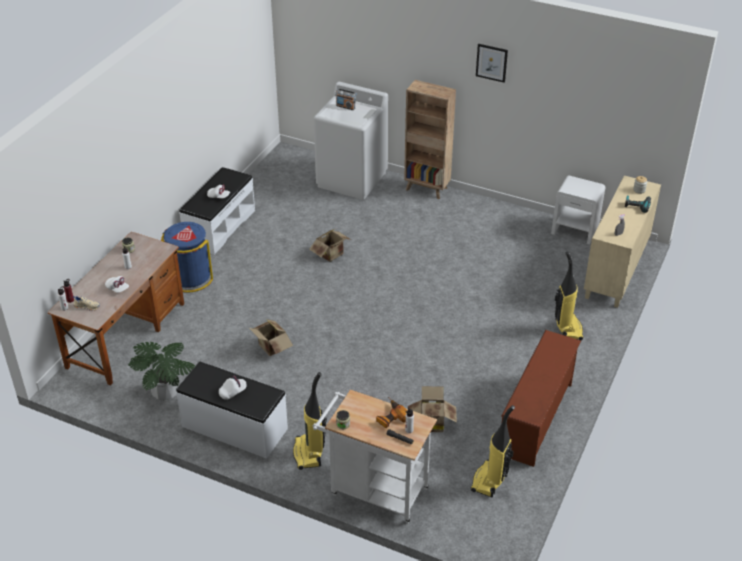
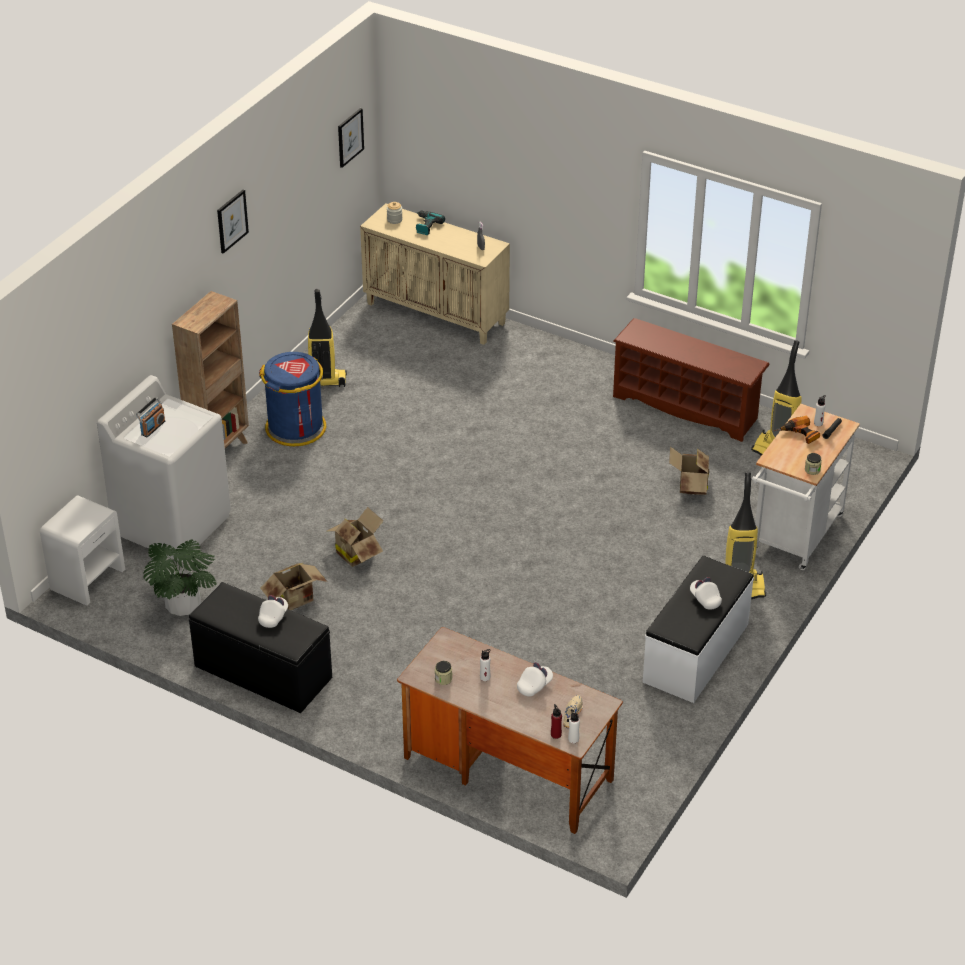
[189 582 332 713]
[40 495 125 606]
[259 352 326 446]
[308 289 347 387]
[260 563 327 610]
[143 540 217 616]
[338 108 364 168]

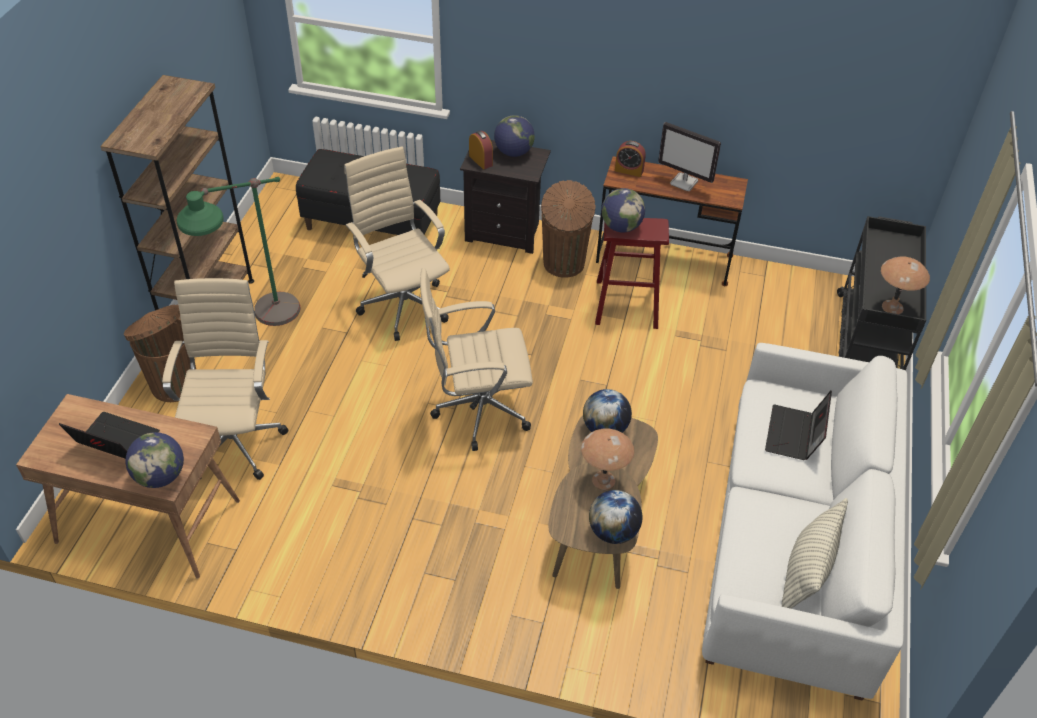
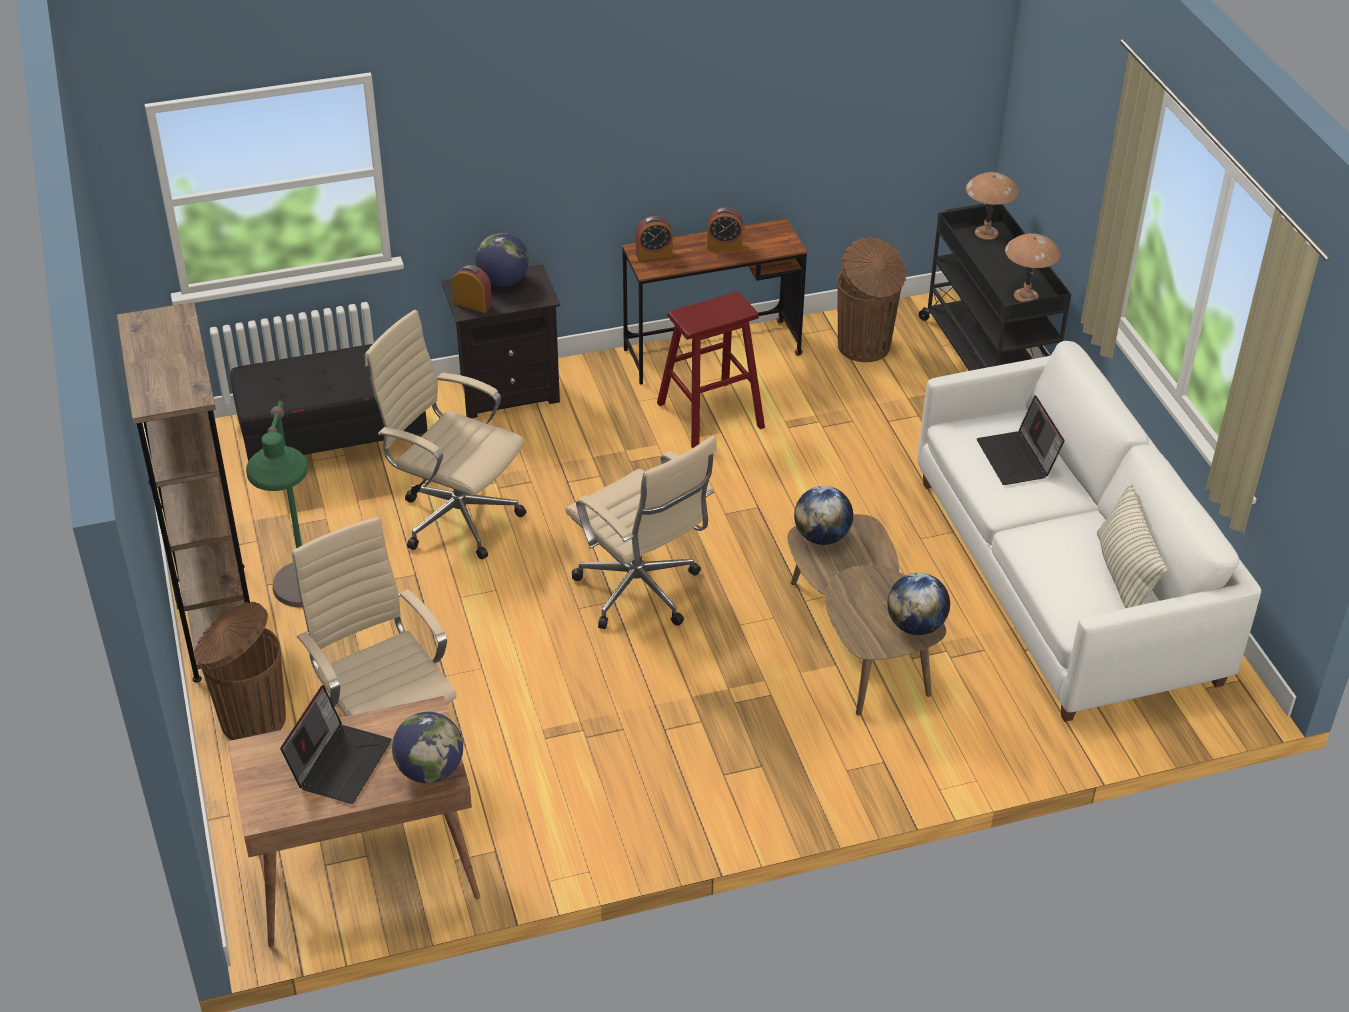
[707 207 743 251]
[837 237 906 362]
[601 188 645 232] (first image)
[565 436 717 629]
[280 685 392 804]
[966 172 1019 240]

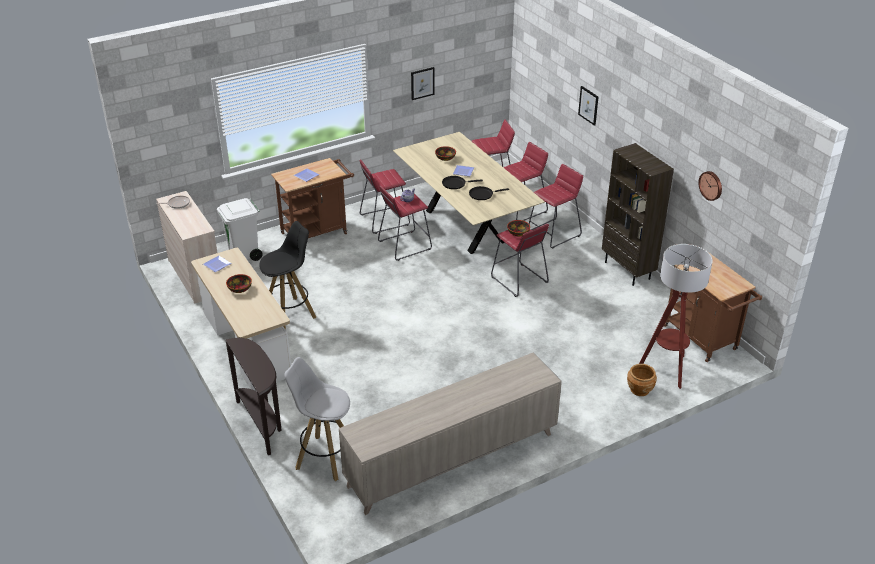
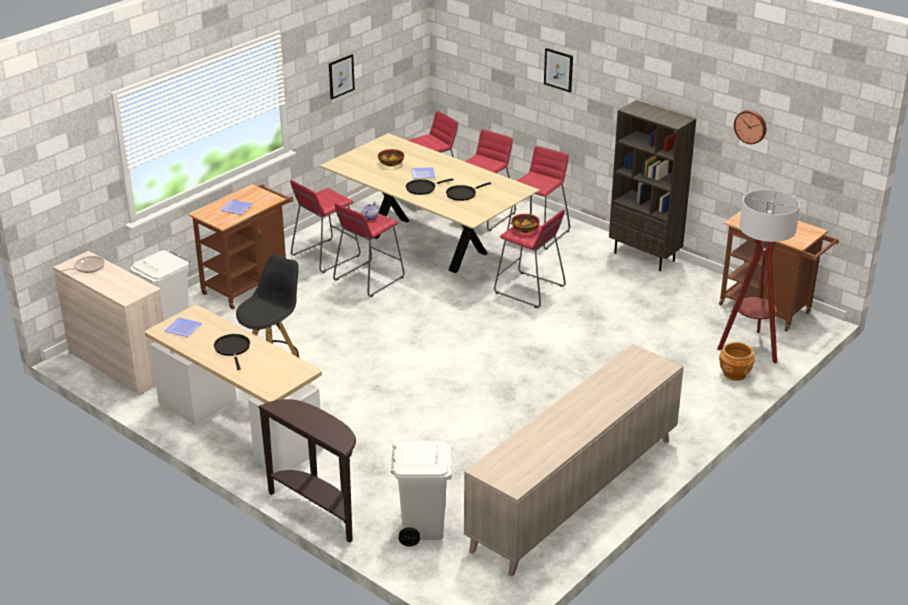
[214 334 250 370]
[391 441 452 546]

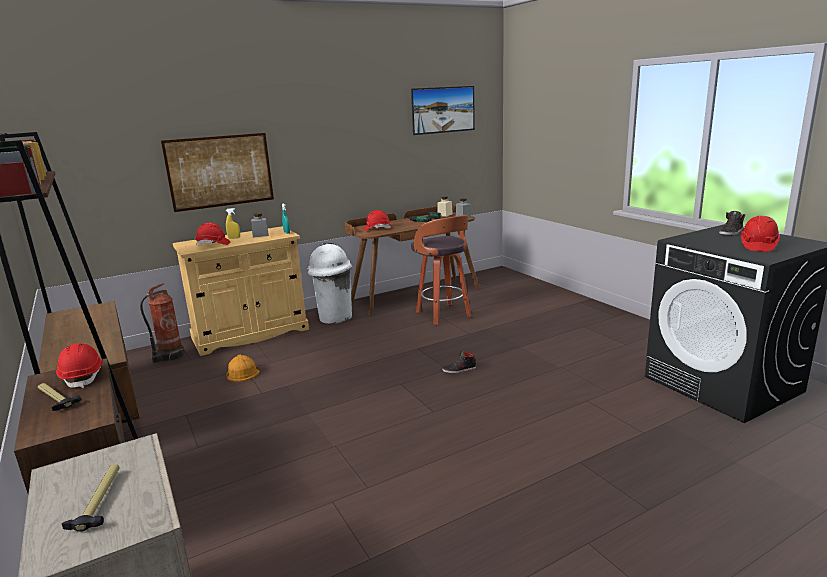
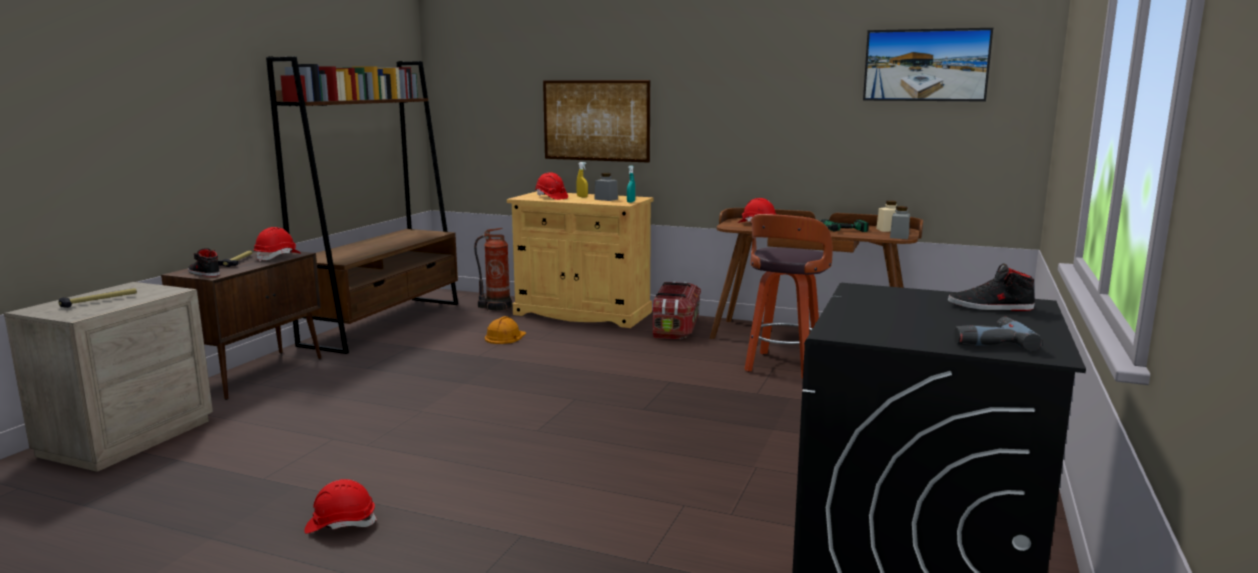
[304 479 377 534]
[653 281 701 339]
[188 248 220 277]
[953 317 1042 351]

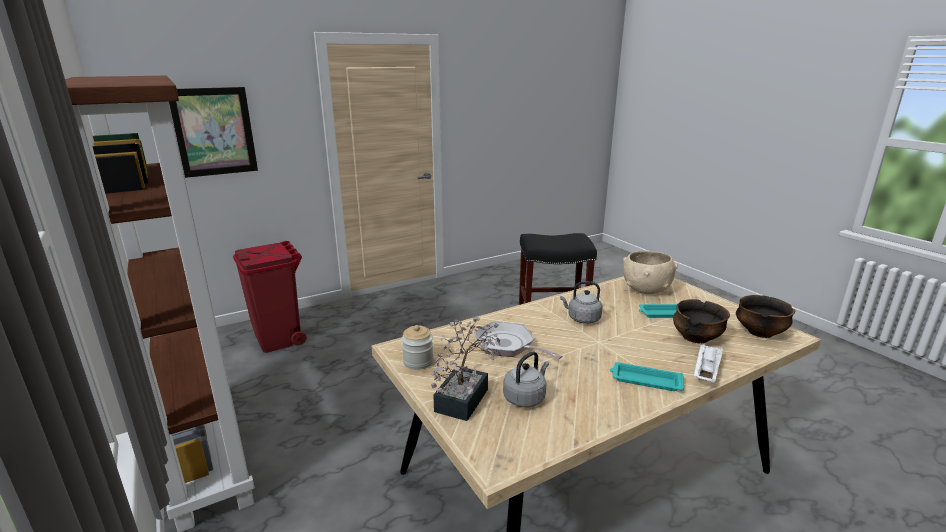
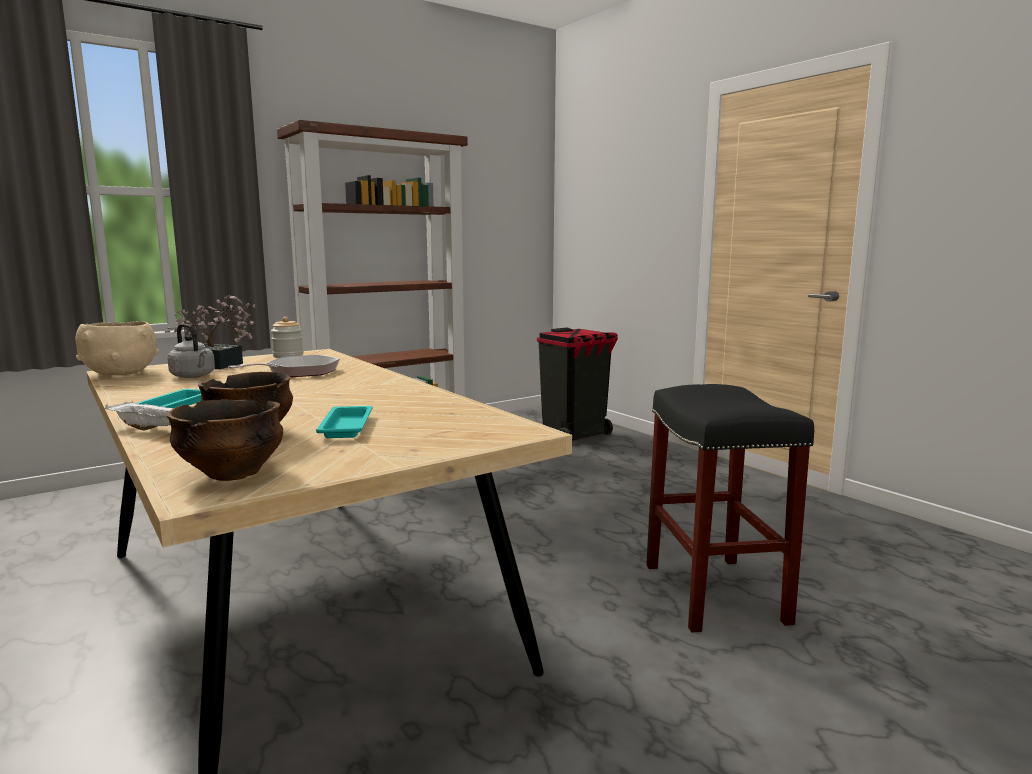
[169 87 258 178] (first image)
[537 328 618 440]
[75 321 159 375]
[560 281 603 324] (first image)

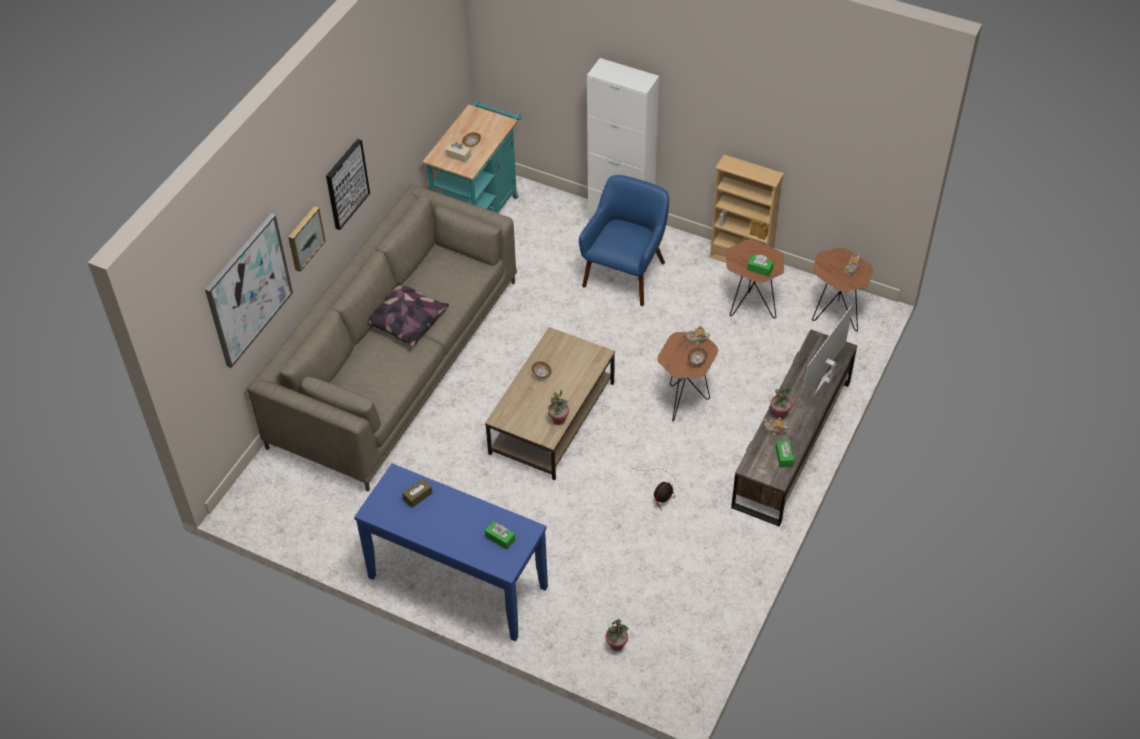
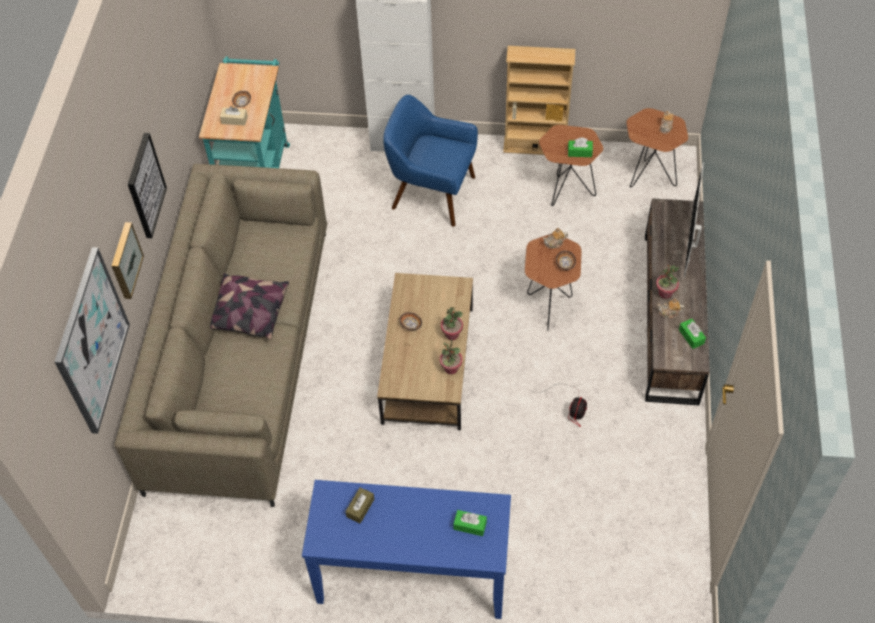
[383 95 478 227]
[441 307 463 340]

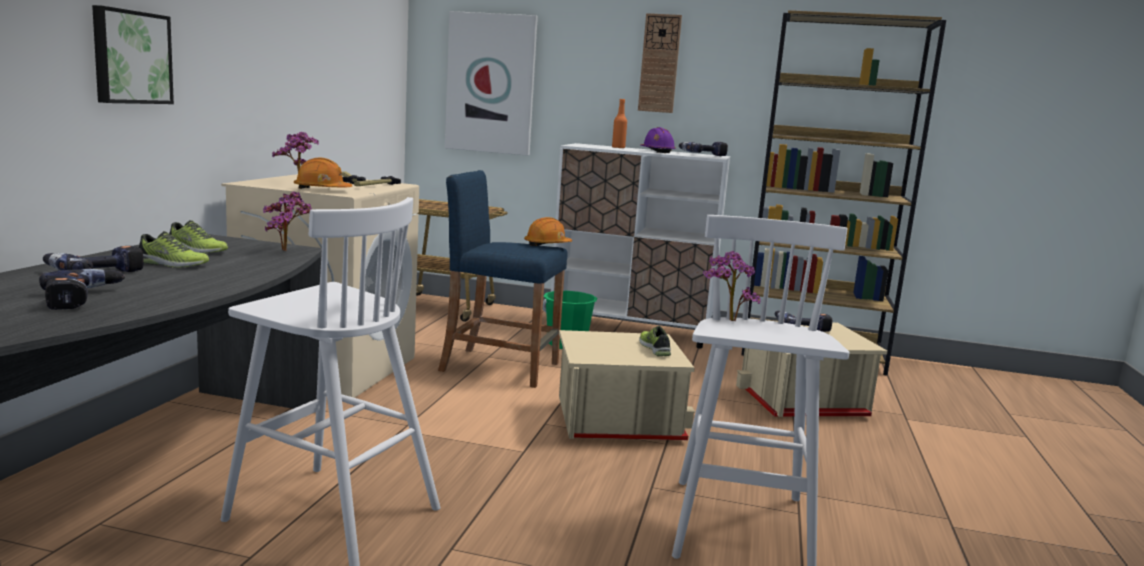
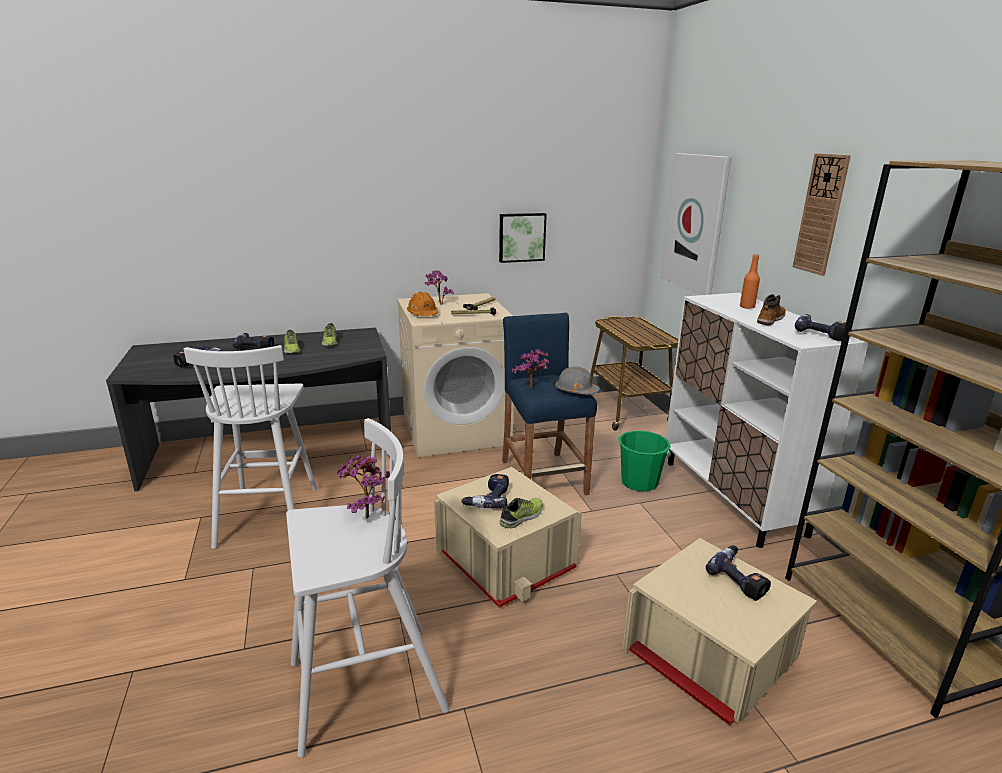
[499 213 547 263]
[757 294 786 325]
[512 349 549 388]
[555 366 600 394]
[461 474 509 509]

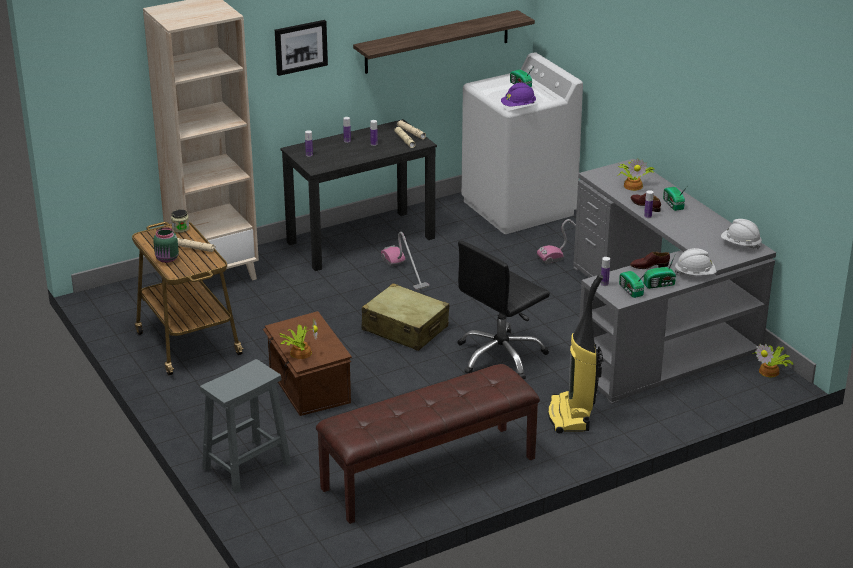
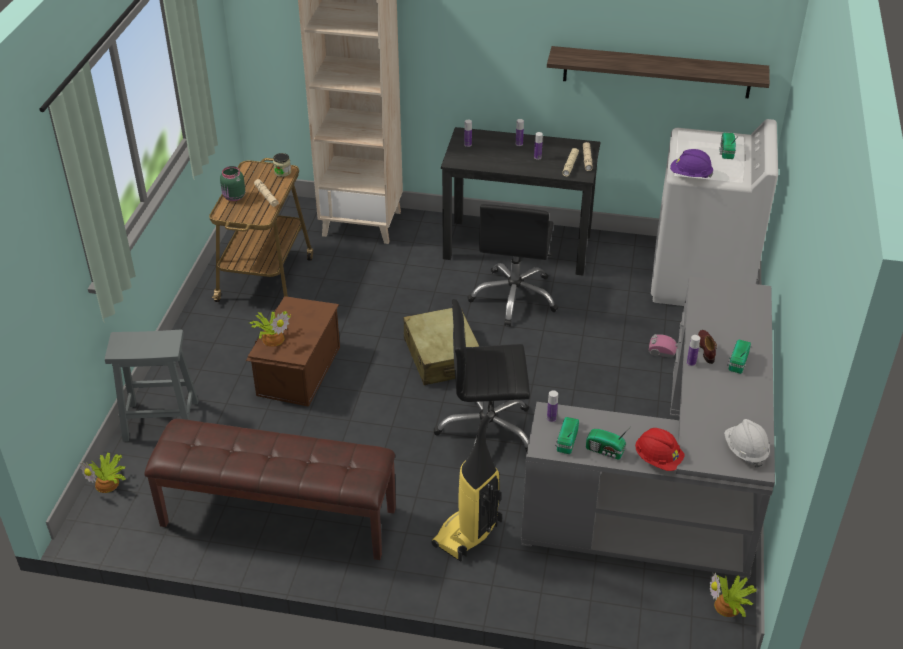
[275 20 328 76] (first image)
[80 452 126 493]
[467 204 558 326]
[635 428 685 471]
[630 252 670 269] (first image)

